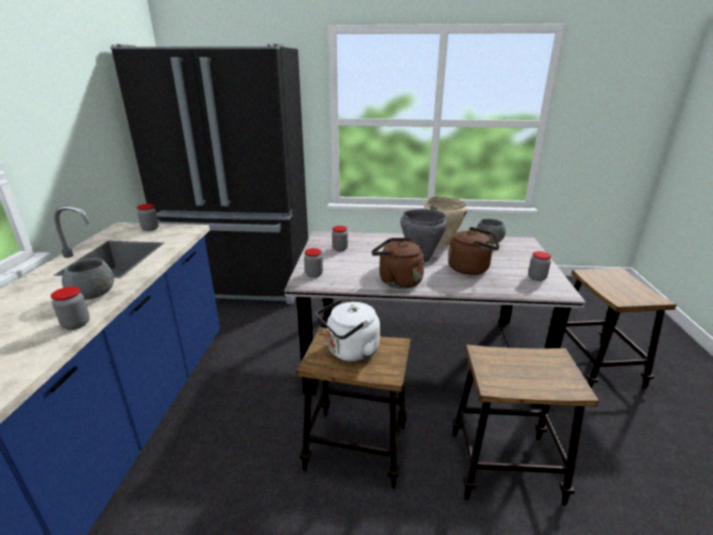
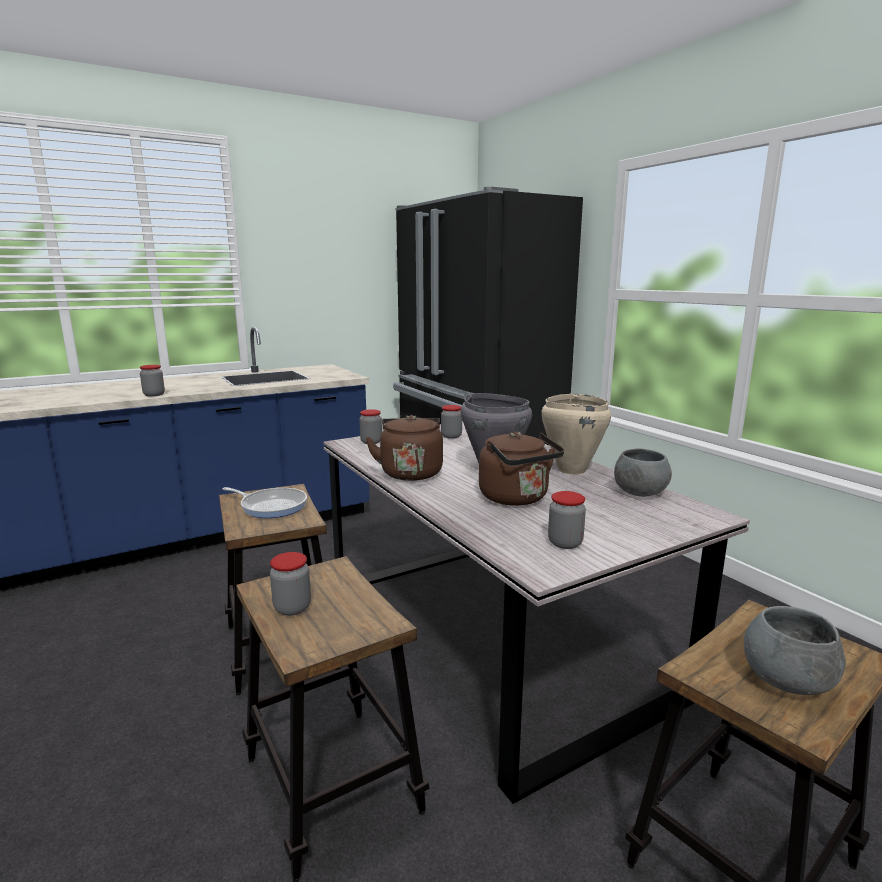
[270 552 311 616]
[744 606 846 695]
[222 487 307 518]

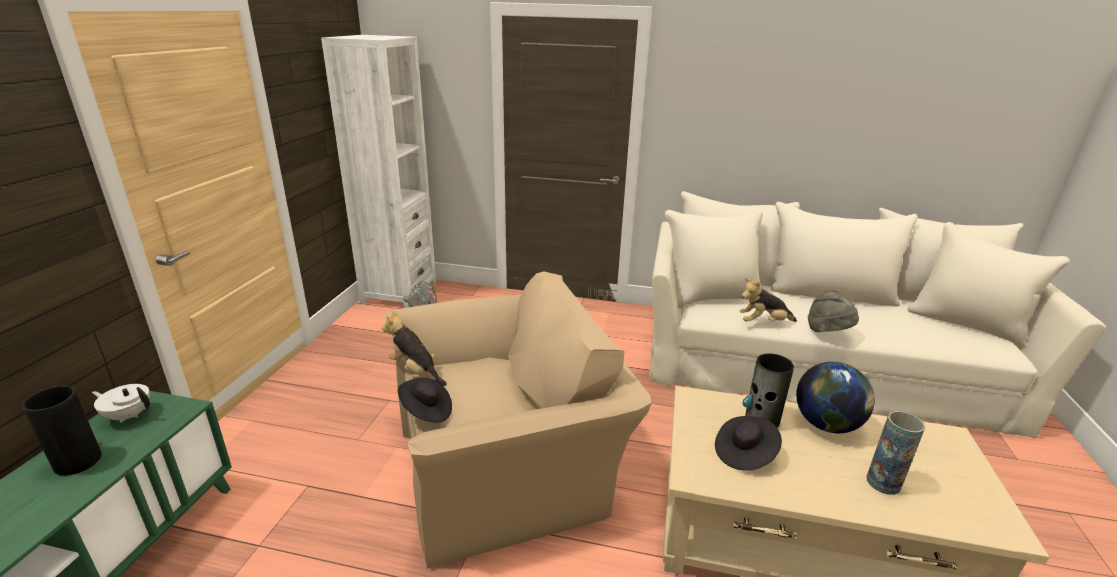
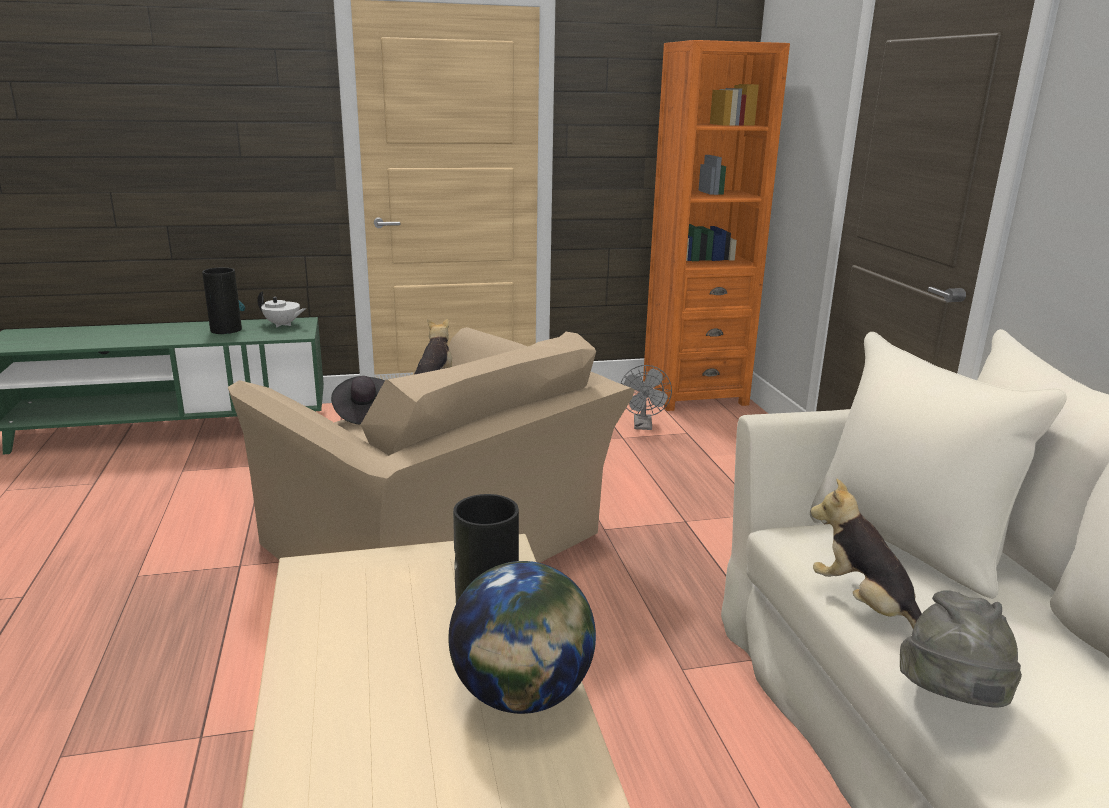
[643 40 790 411]
[257 291 306 327]
[866 411 925 495] (first image)
[715 416 782 471] (first image)

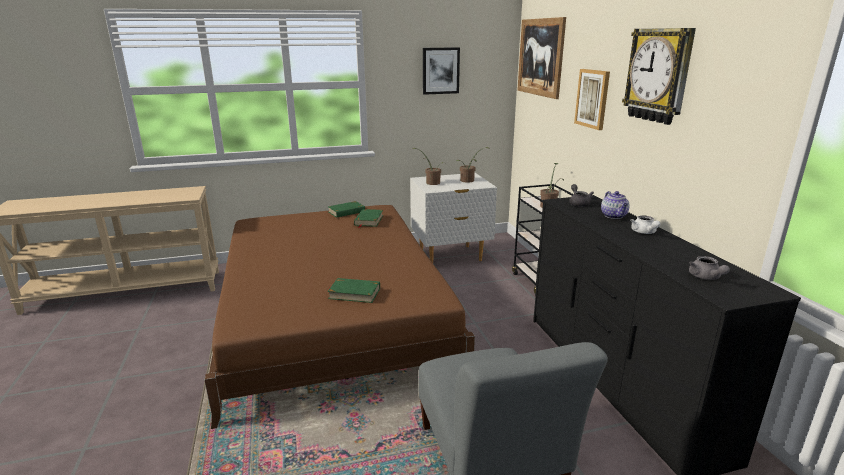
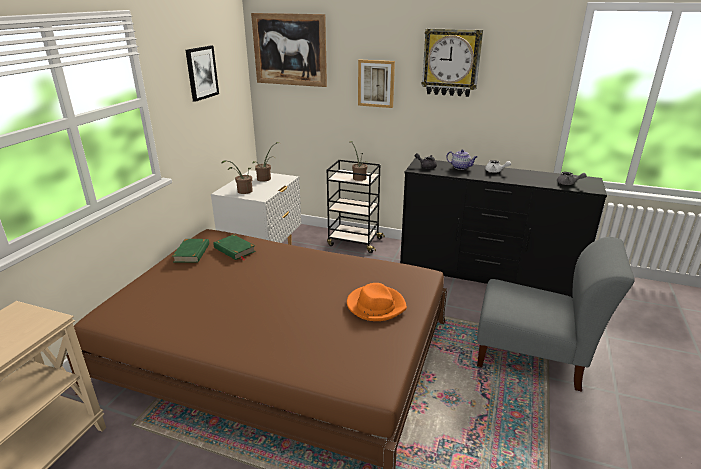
[347 283 407 321]

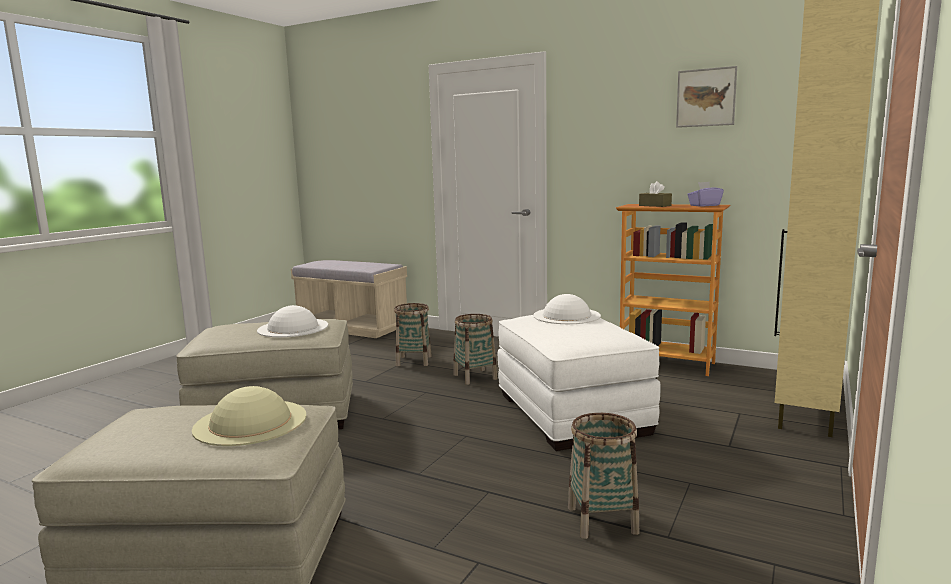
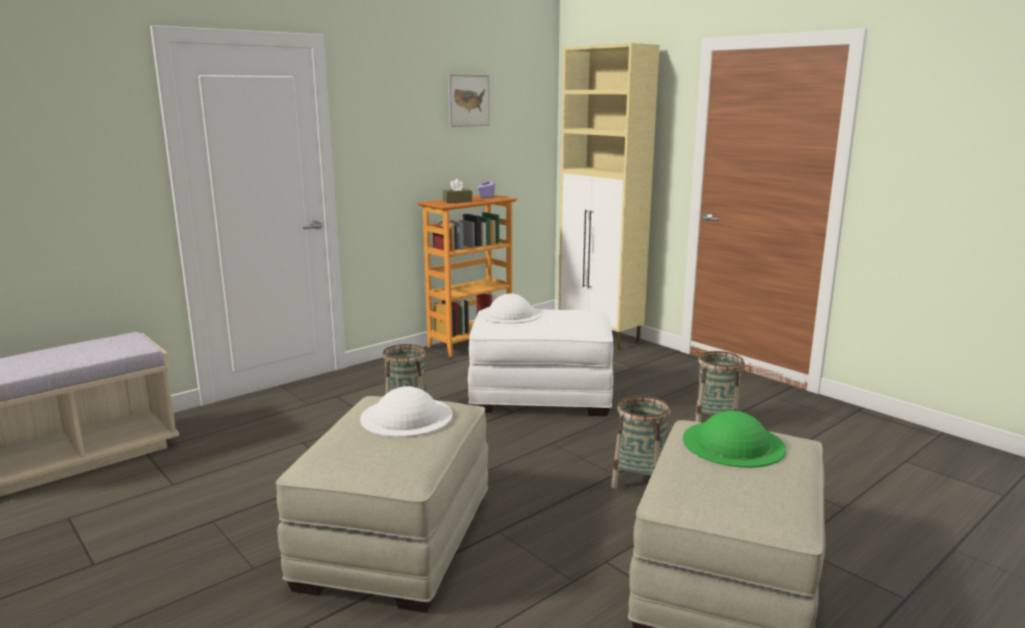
[611 396 671 489]
[683 410 786 468]

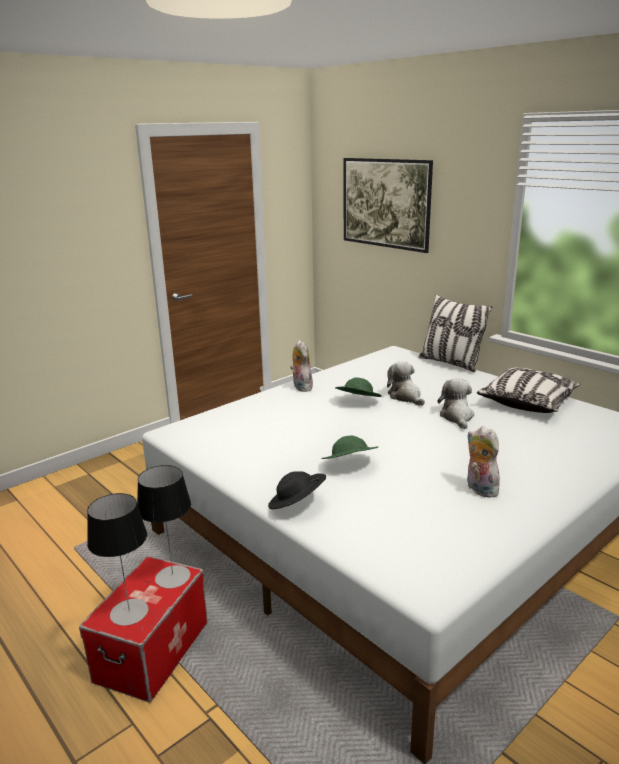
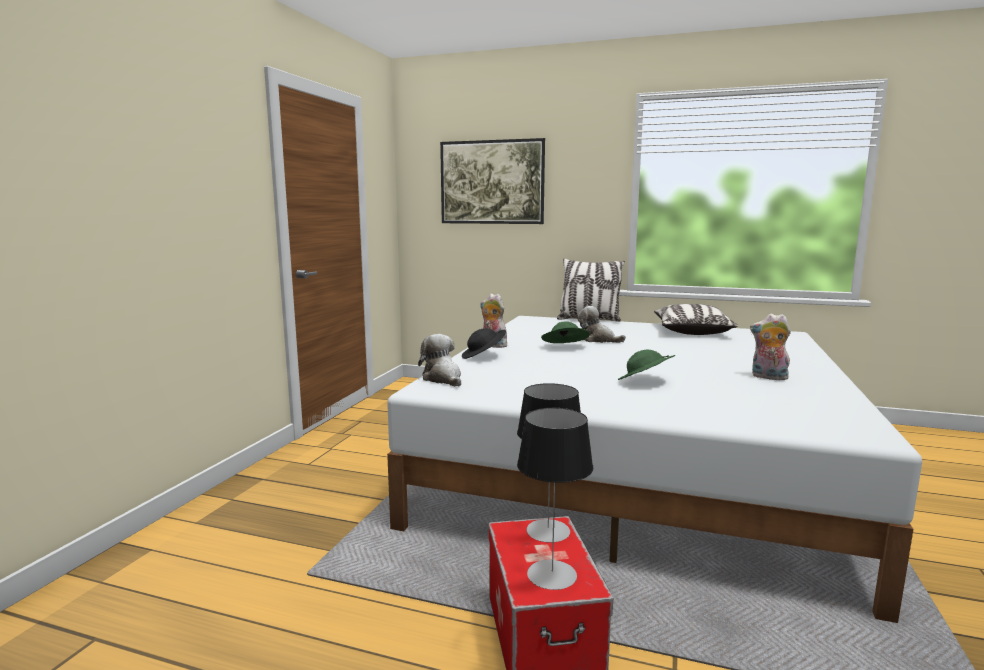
[418 334 461 387]
[462 328 506 359]

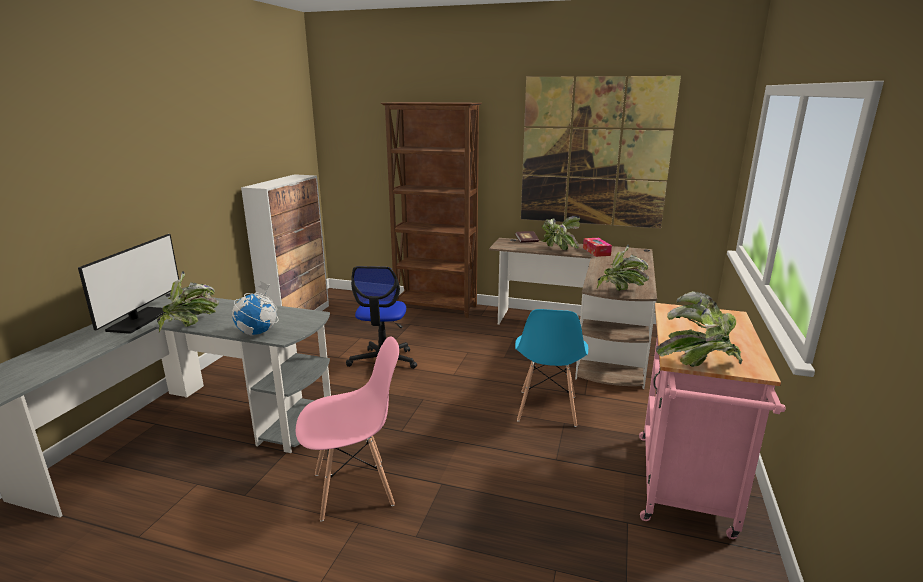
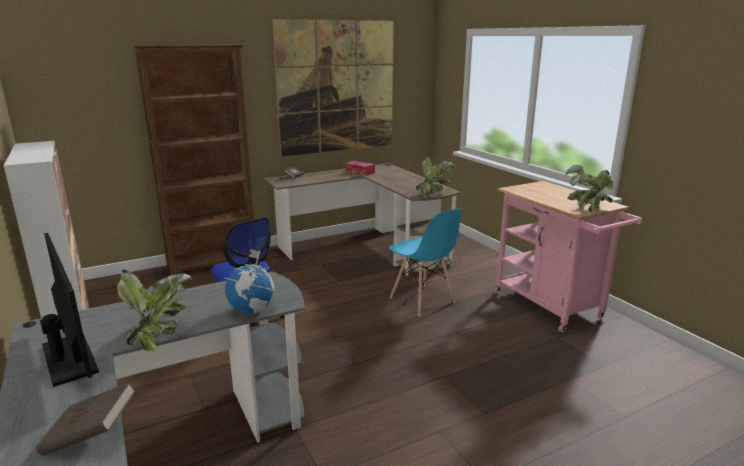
[541 216 580 250] (first image)
[296 337 399 522] (first image)
[36 382 135 456]

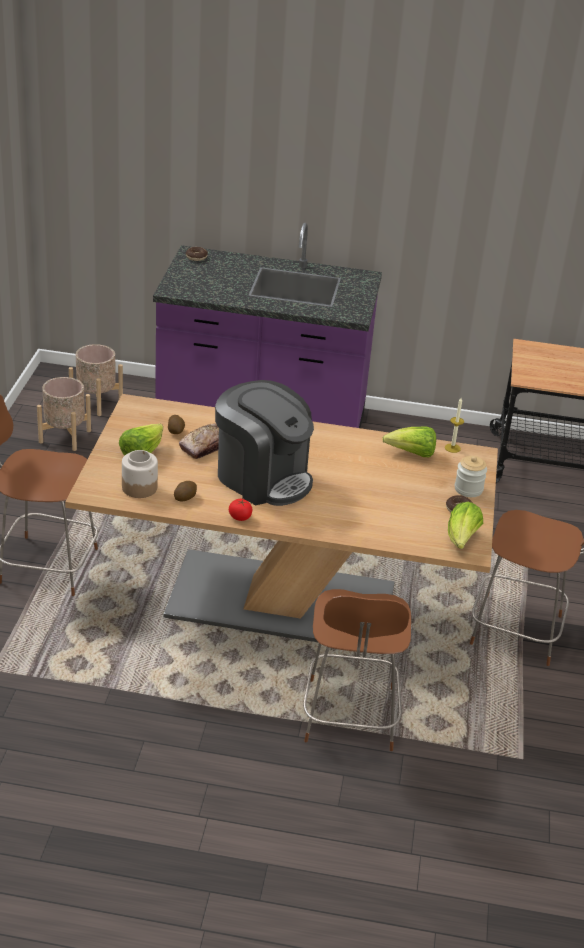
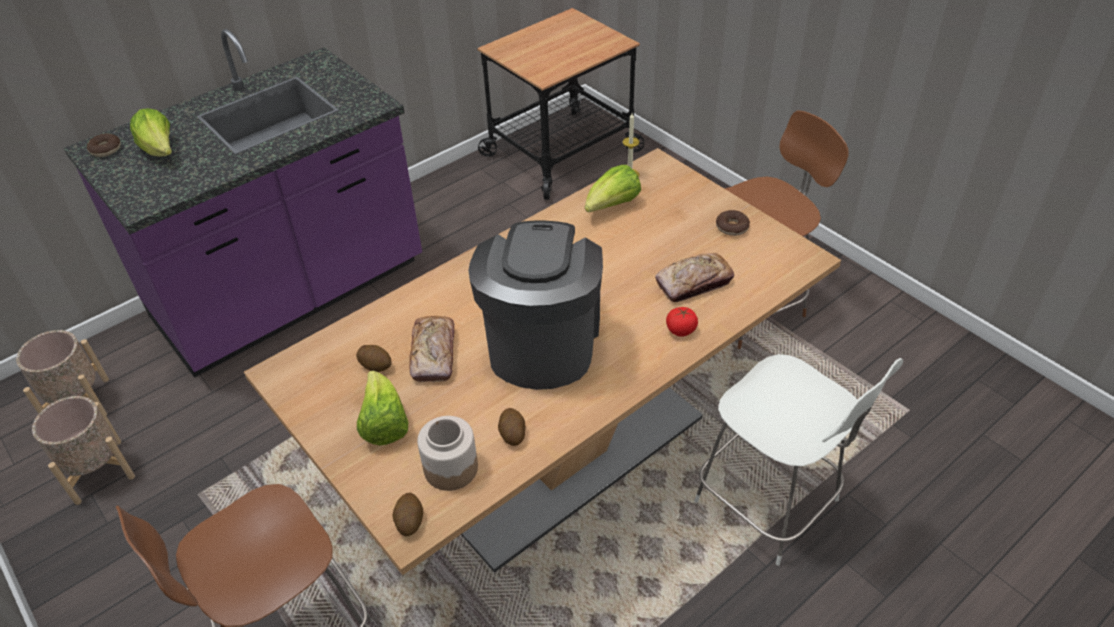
[468 221 603 390]
[455 456 487 497] (first image)
[666 307 698 337]
[130 108 172 157]
[694 354 904 566]
[655 253 734 302]
[392 493 423 536]

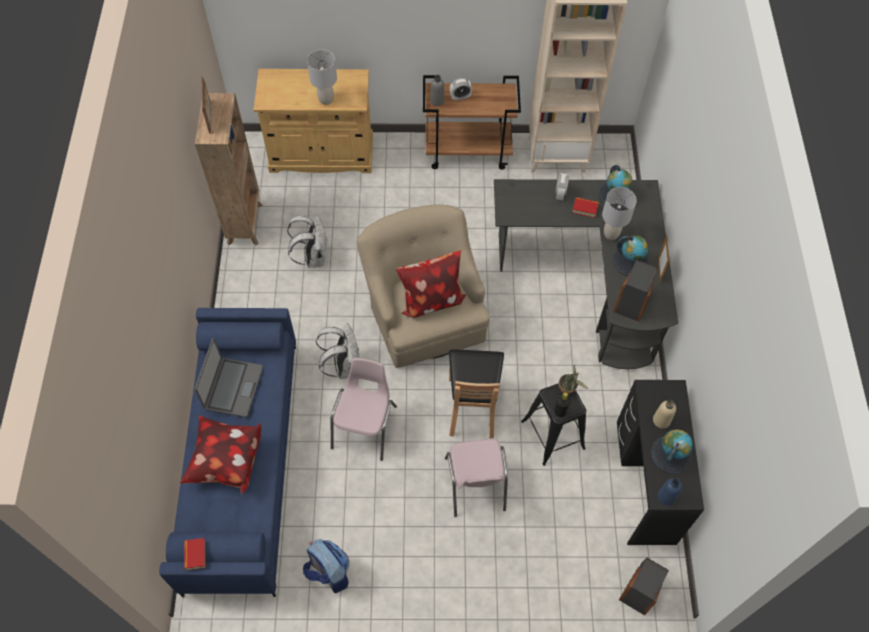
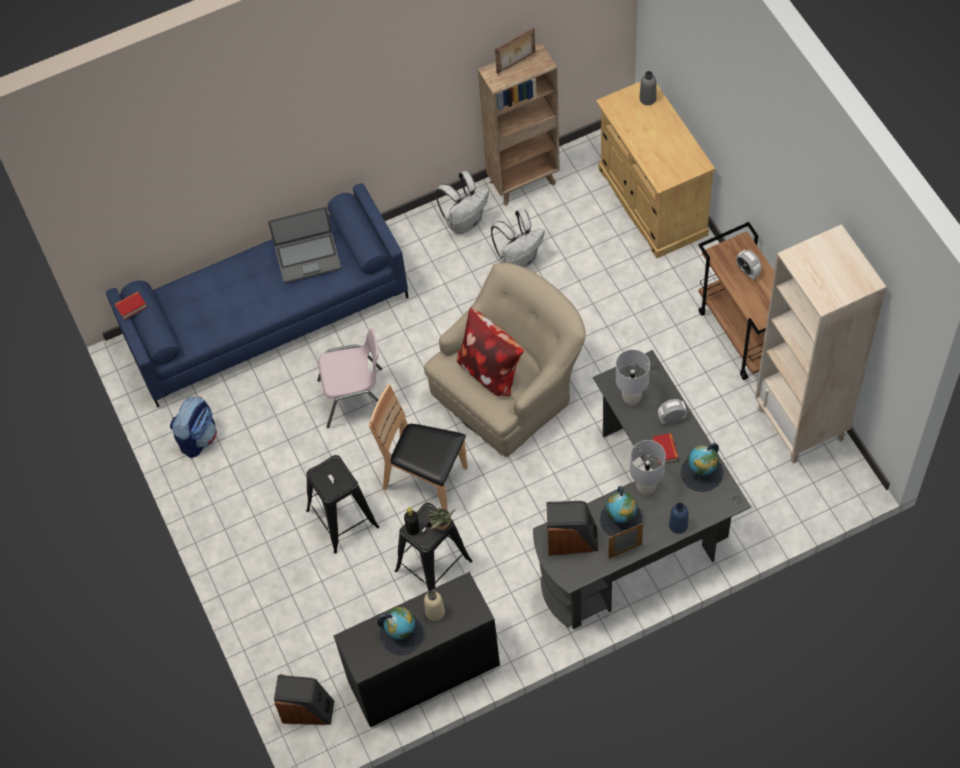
[616 349 650 405]
[639 71 657 105]
[436 171 489 234]
[369 384 468 511]
[180 416 261 494] (first image)
[306 455 379 554]
[669 502 688 534]

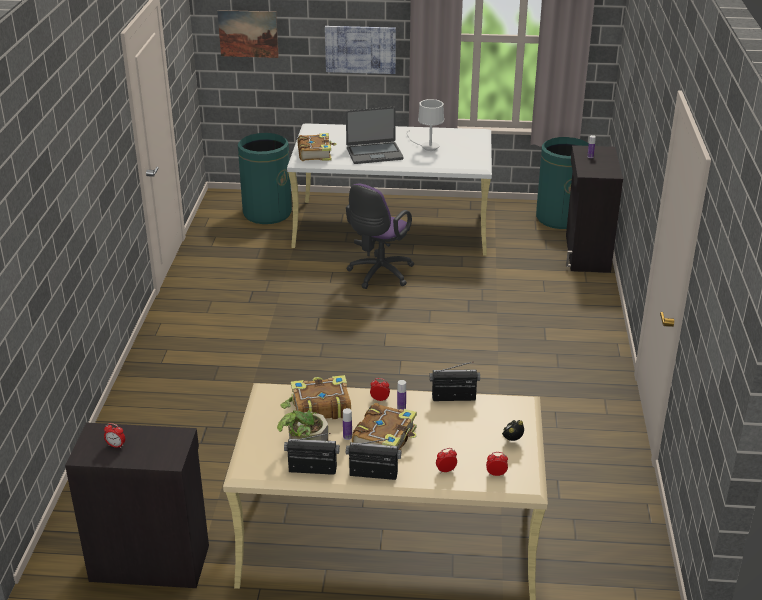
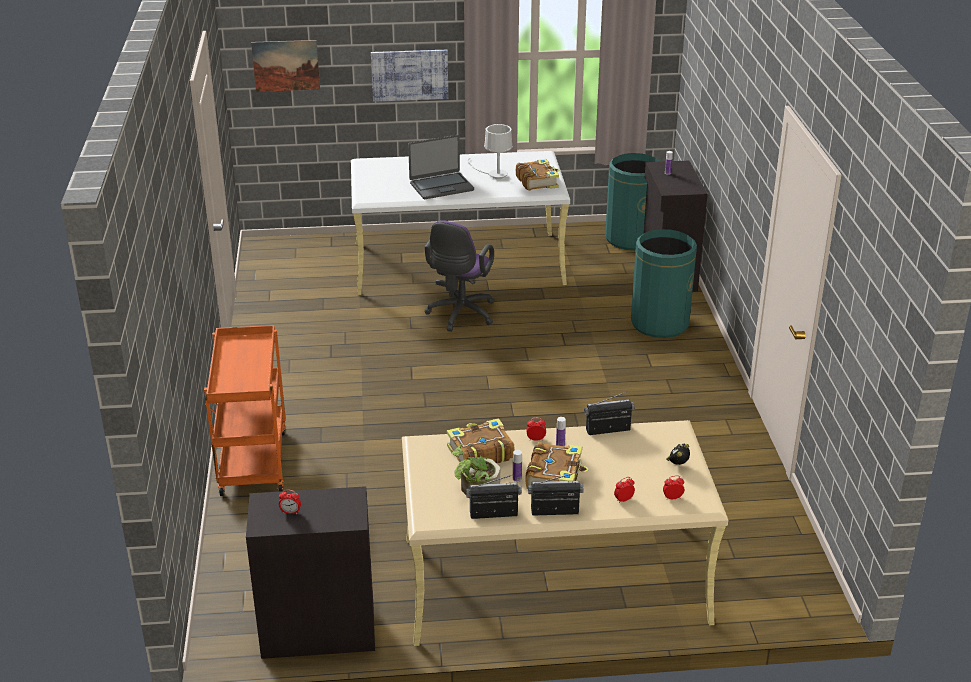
[631 229 697 338]
[516 159 559 191]
[204 325 286 496]

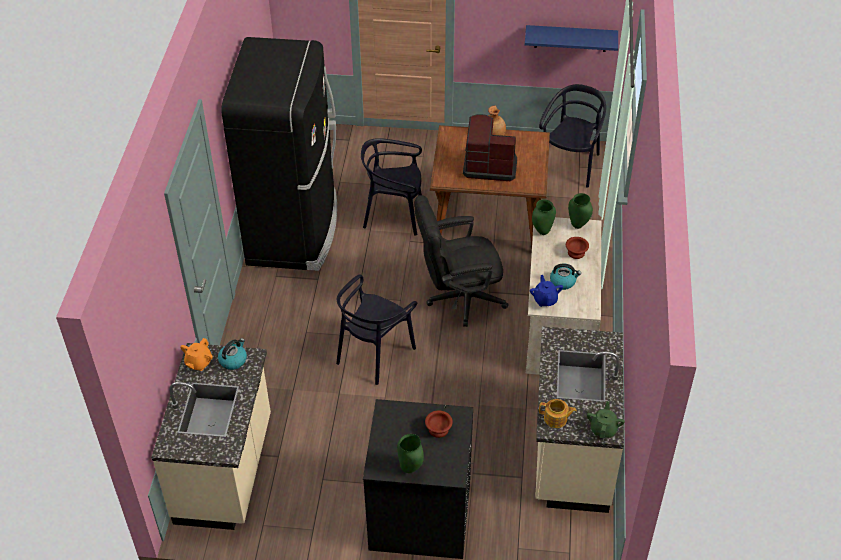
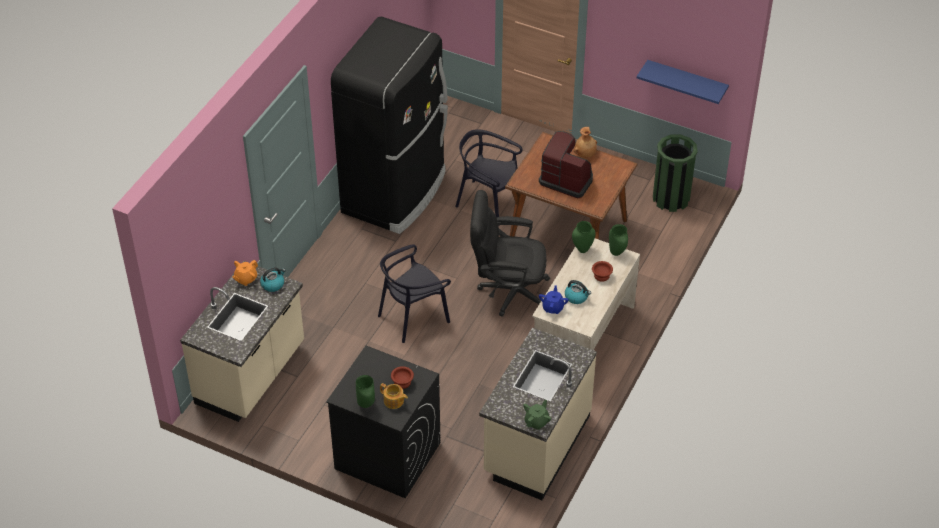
[653 135 698 212]
[380 383 408 409]

